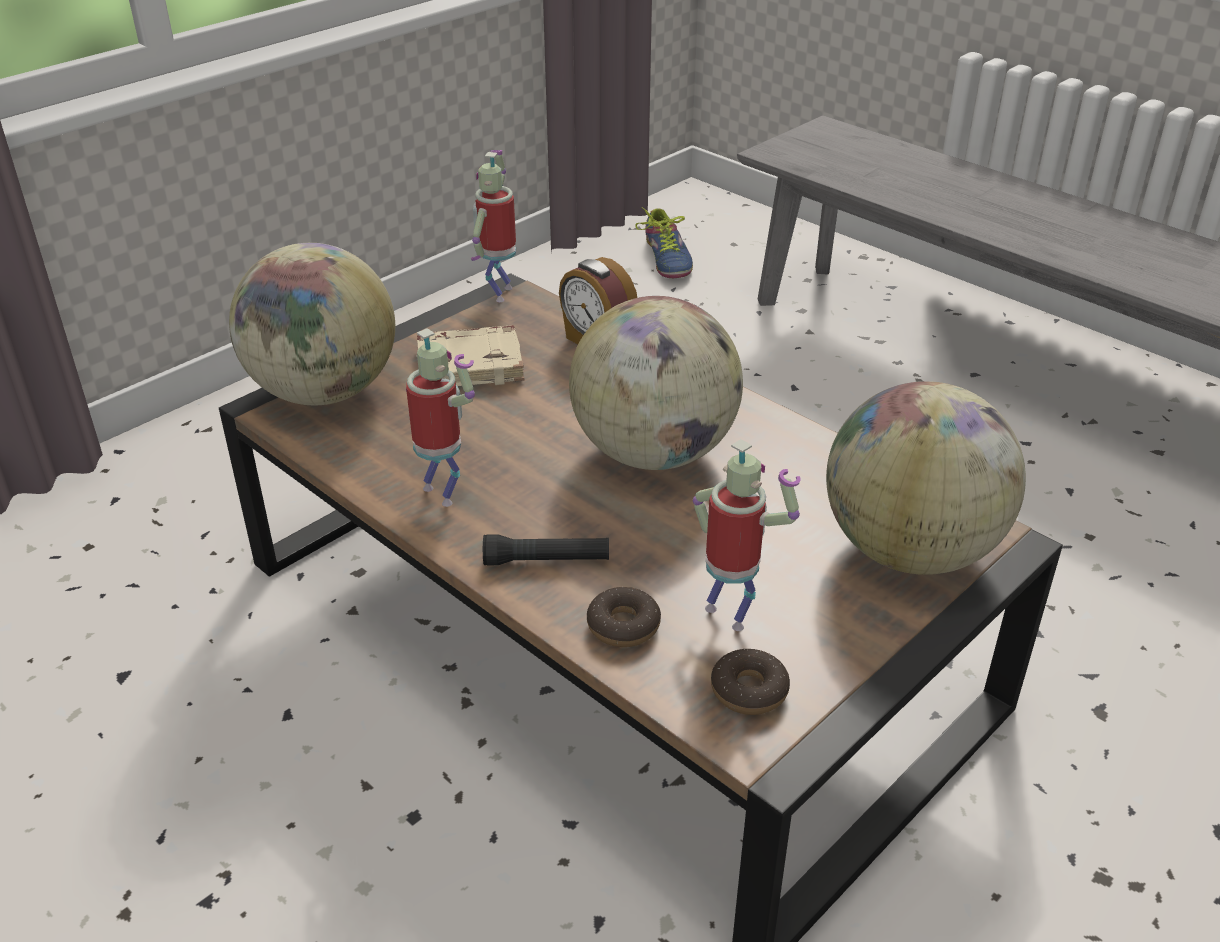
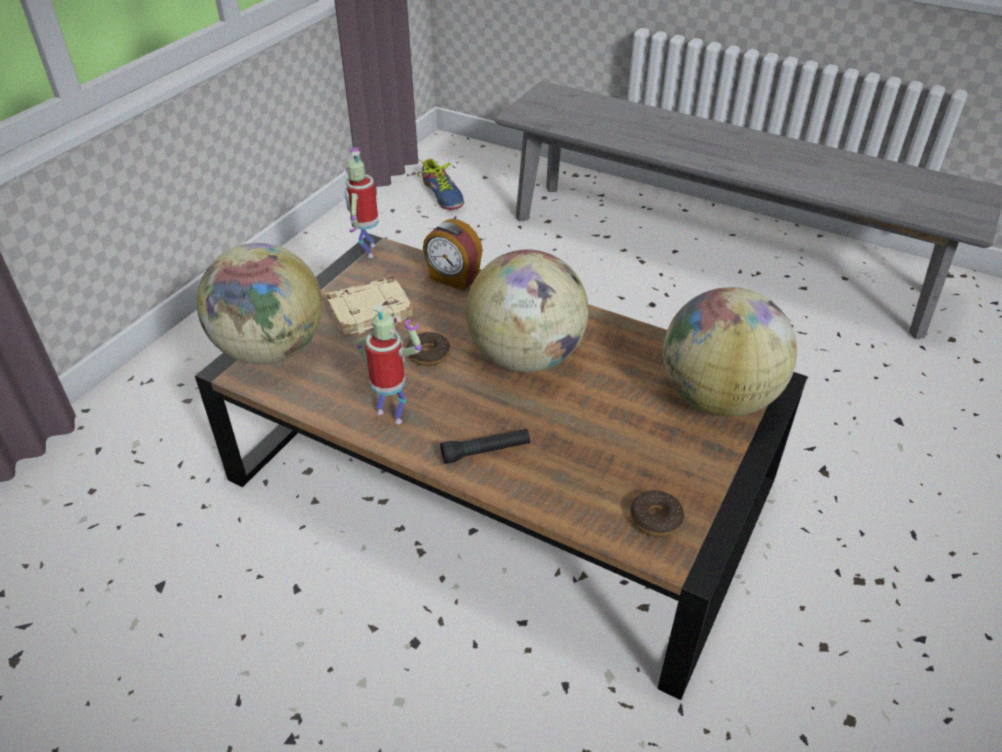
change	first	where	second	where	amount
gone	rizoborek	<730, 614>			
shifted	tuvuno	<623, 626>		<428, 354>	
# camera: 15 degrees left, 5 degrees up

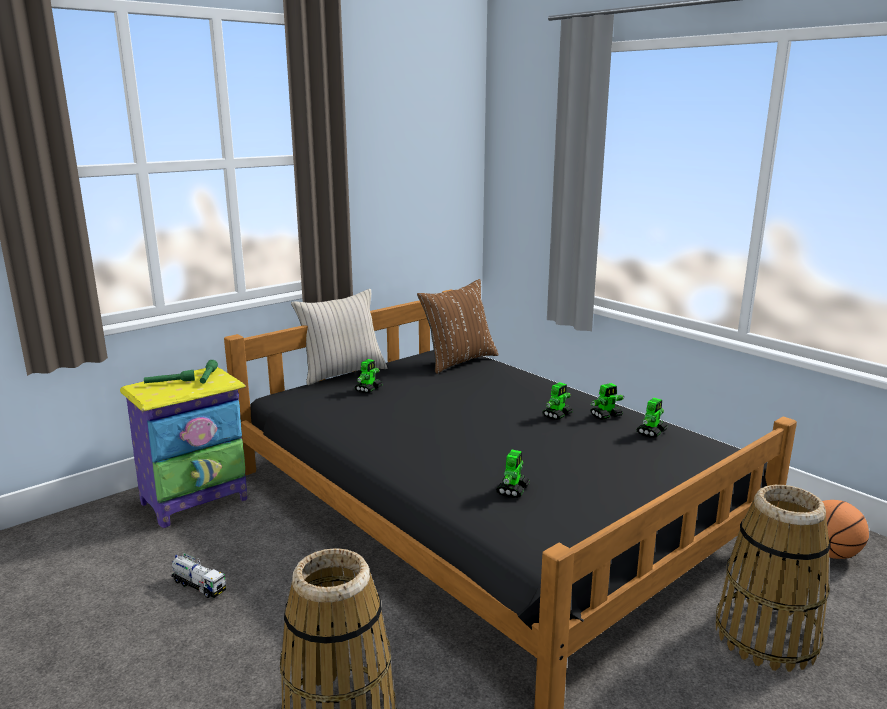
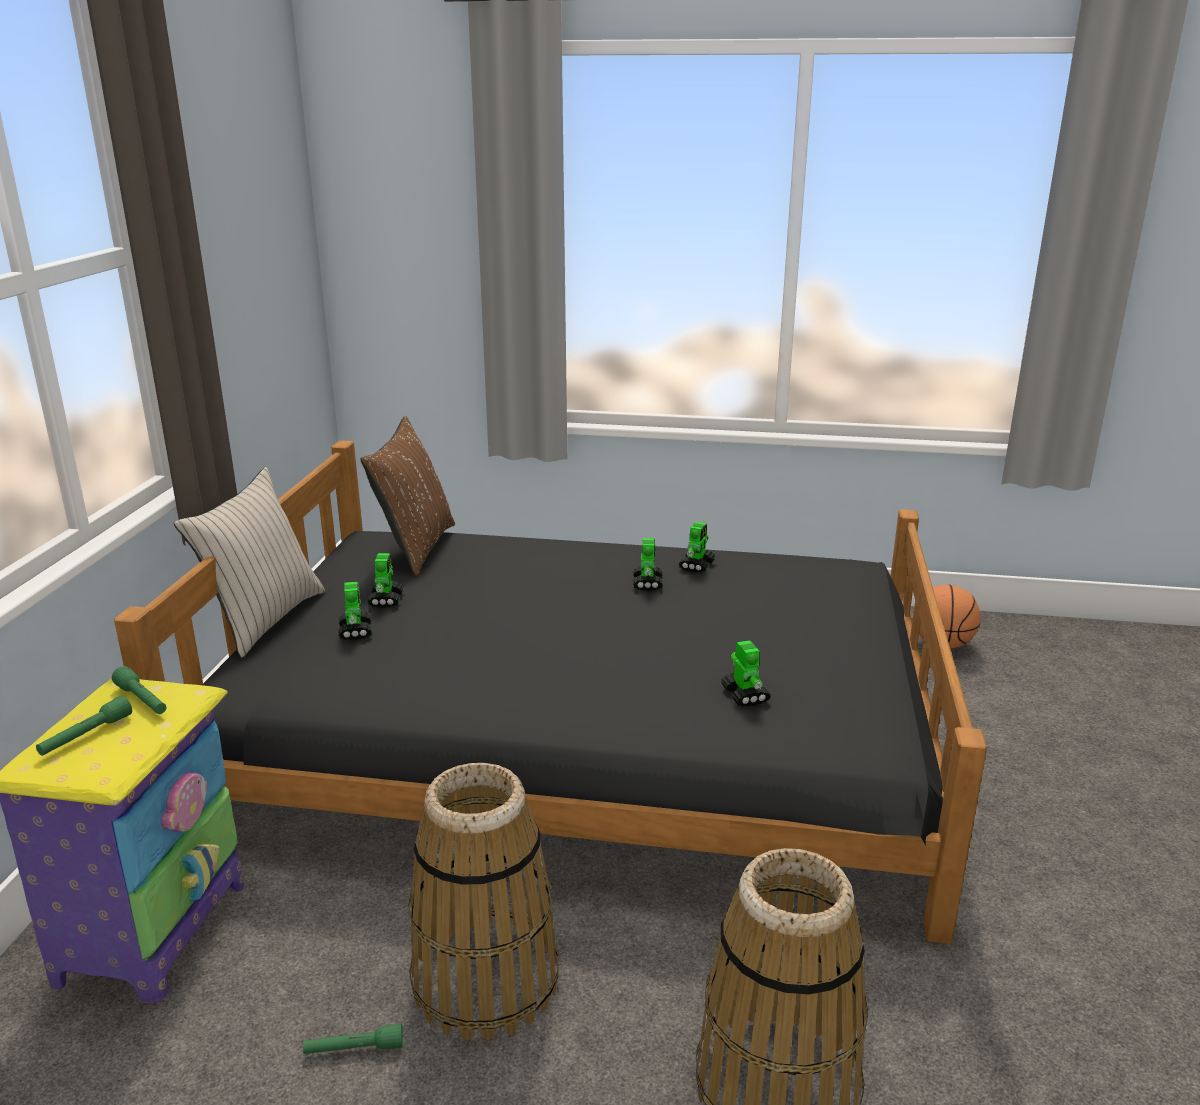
change	first	where	second	where	amount
shifted	rizoborek	<651, 432>		<386, 599>	
shifted	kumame	<766, 636>		<486, 980>	
swapped	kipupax	<199, 586>	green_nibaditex	<354, 1049>	
# camera: 40 degrees left, 5 degrees up

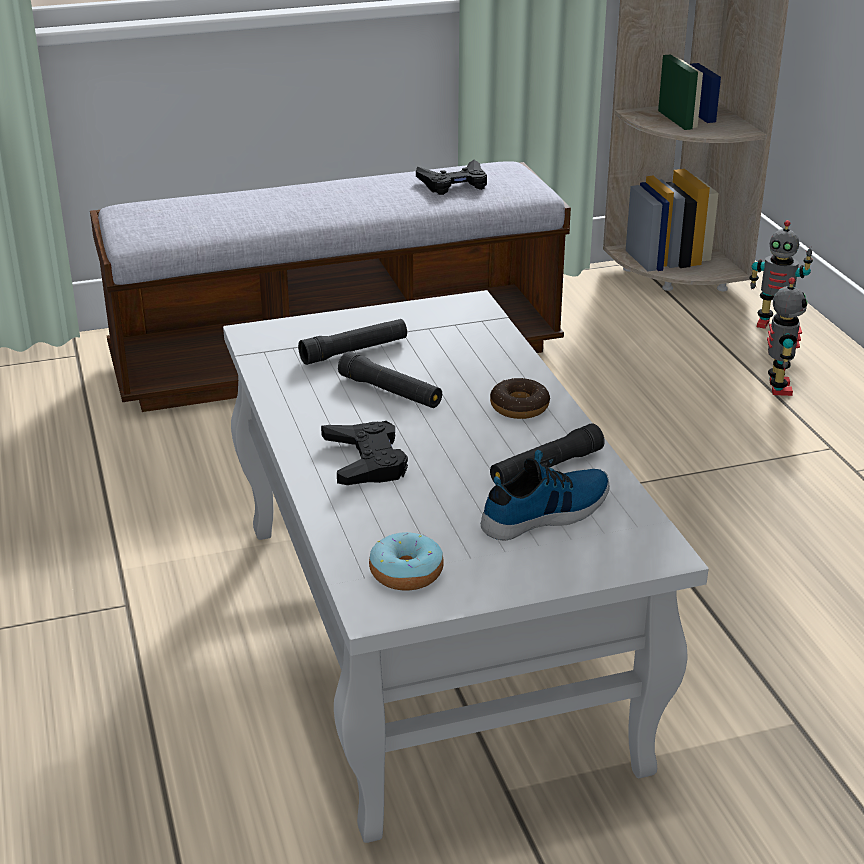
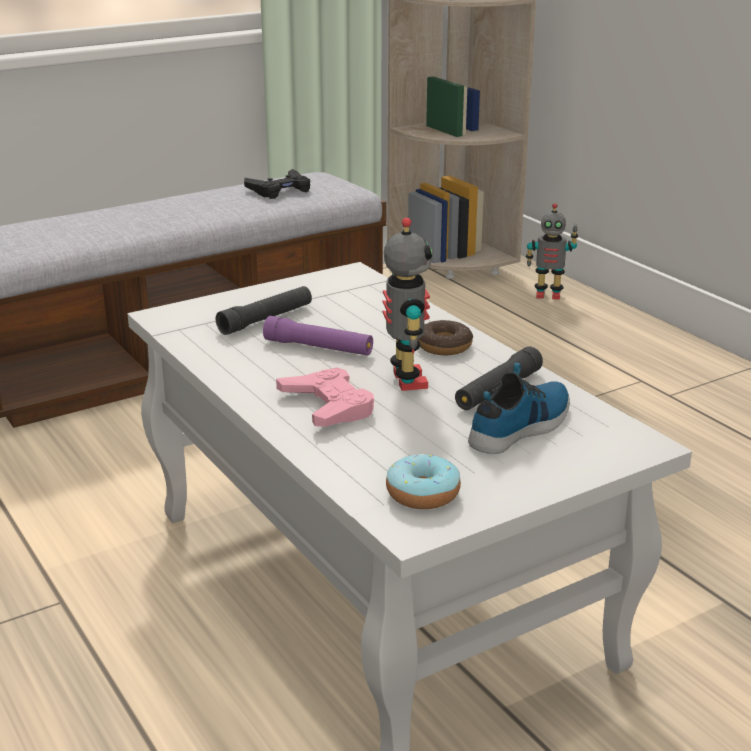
change	first	where	second	where	amount
shifted	rizoborek	<777, 388>		<406, 380>	
repainted	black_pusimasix	<365, 461>	pink_pusimasix	<328, 406>	
repainted	black_nibaditex	<390, 391>	purple_nibaditex	<318, 347>	
# camera: 15 degrees left, 5 degrees down

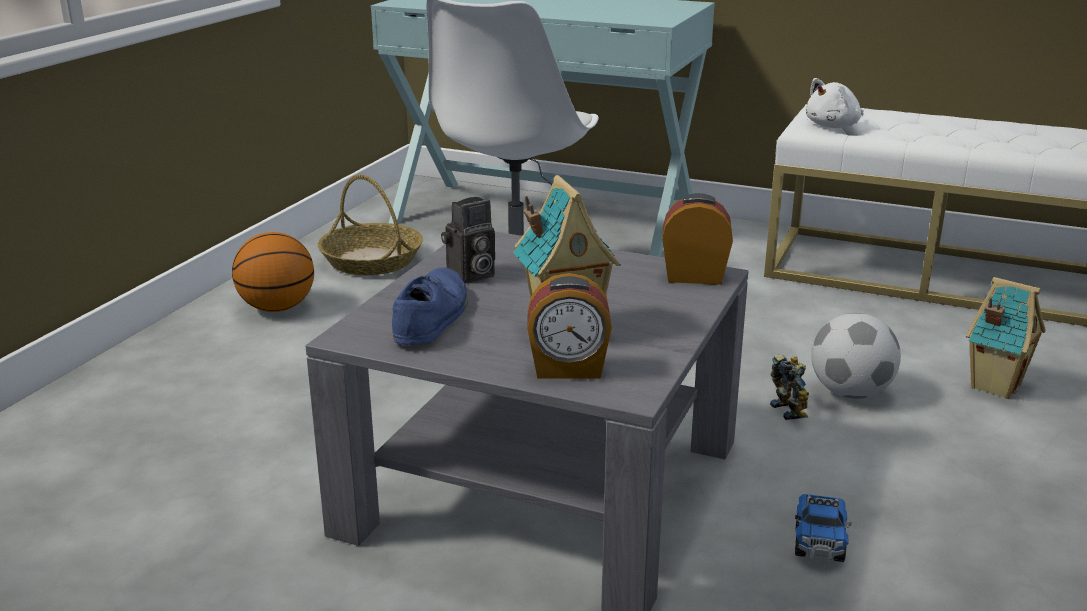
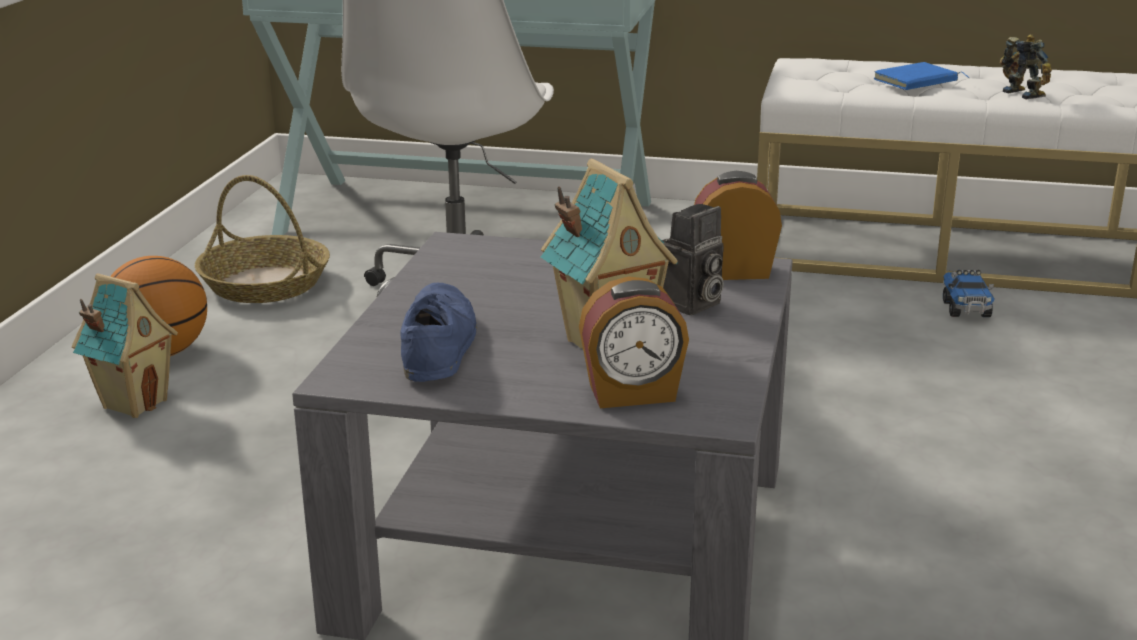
change	first	where	second	where	amount
gone	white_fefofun	<834, 126>			
gone	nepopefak	<850, 393>			
new			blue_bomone	<917, 82>	
shifted	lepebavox	<470, 276>		<690, 305>	
shifted	rizoborek	<791, 409>		<1025, 93>	
shifted	kipupax	<819, 543>		<965, 309>	
shifted	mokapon	<994, 385>		<134, 403>	
# camera: 10 degrees left, 0 degrees up

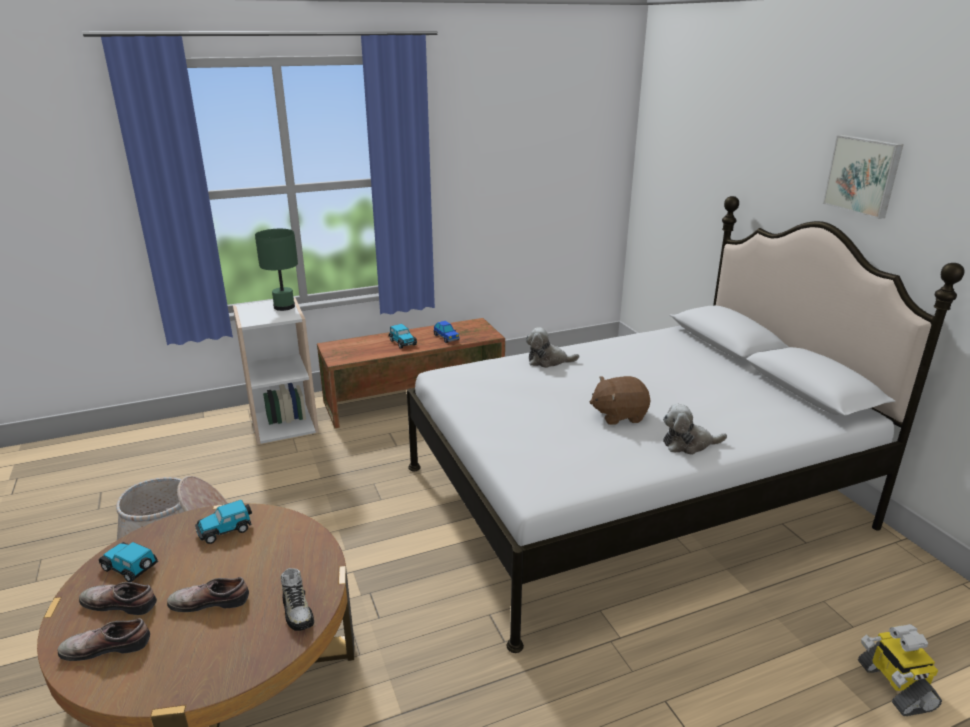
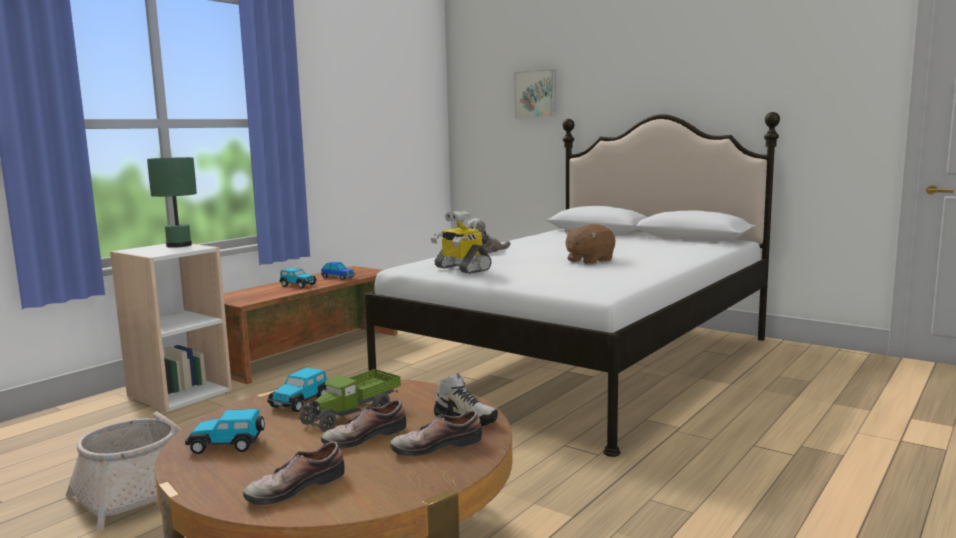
change	first	where	second	where	amount
gone	fefofun	<688, 444>			
new			kipupax	<352, 415>	
shifted	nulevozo	<121, 602>		<435, 445>	
shifted	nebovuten	<863, 175>		<536, 94>	
shifted	rizoborek	<894, 686>		<461, 269>	
# camera: 30 degrees left, 15 degrees down

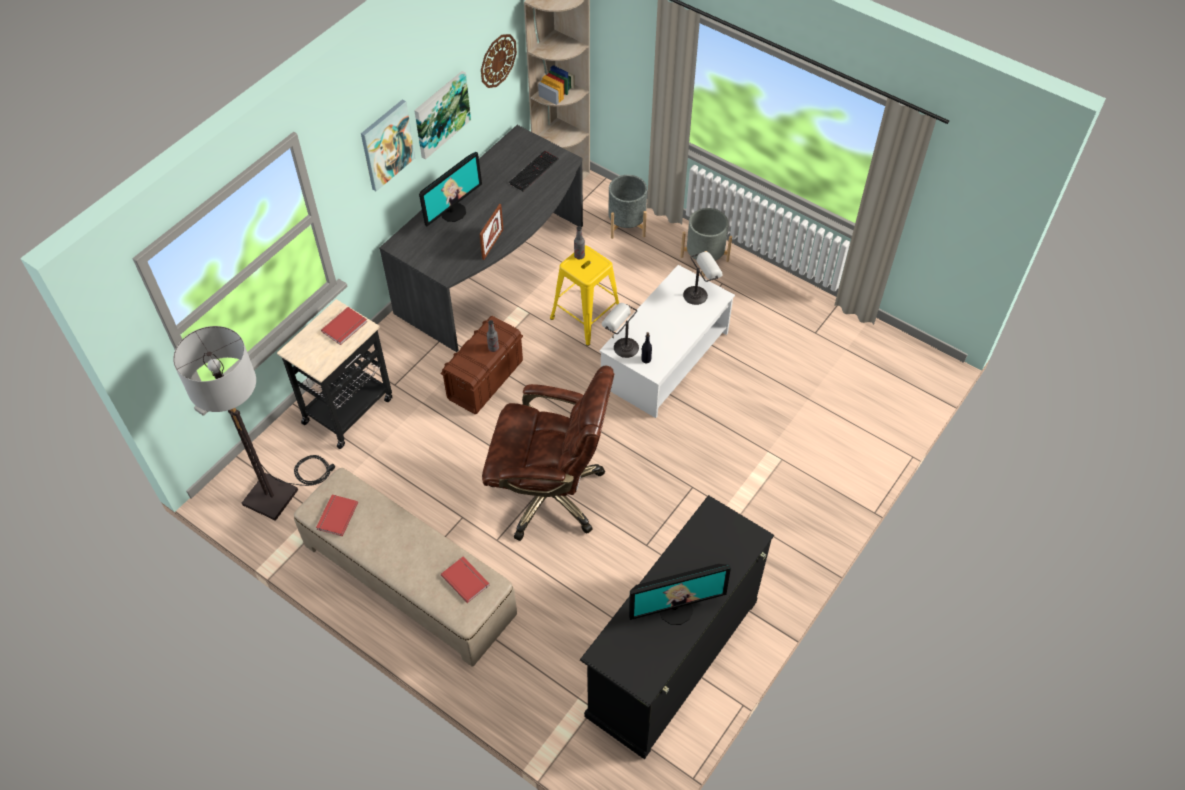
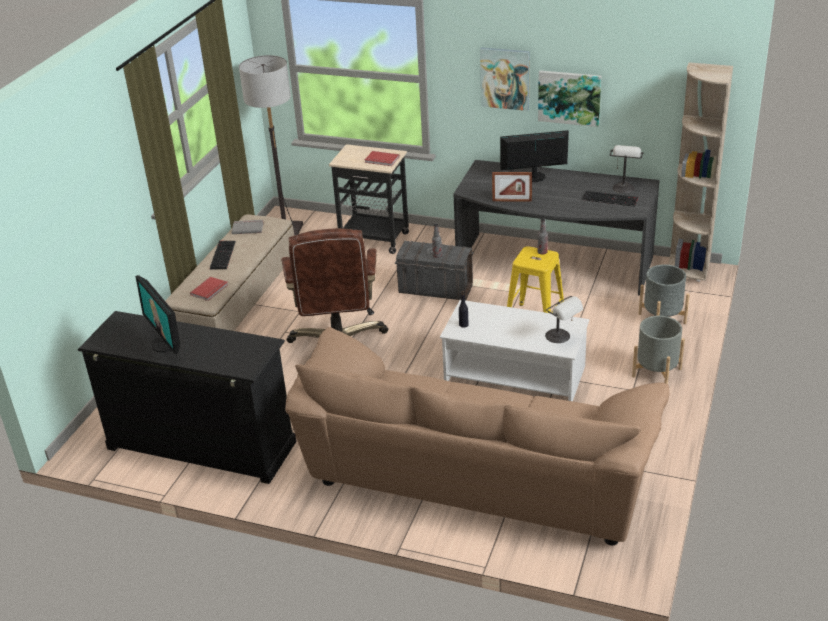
change	first	where	second	where	amount
gone	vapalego	<497, 60>			
new			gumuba	<222, 255>	
new			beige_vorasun	<475, 480>	
shifted	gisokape	<621, 345>		<623, 185>	
repainted	red_bomone	<336, 516>	grey_bomone	<247, 228>	
repainted	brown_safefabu	<484, 380>	grey_safefabu	<435, 289>	
rotated	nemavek	<453, 212>		<534, 177>	150 degrees clockwise
# camera: 75 degrees right, 20 degrees down

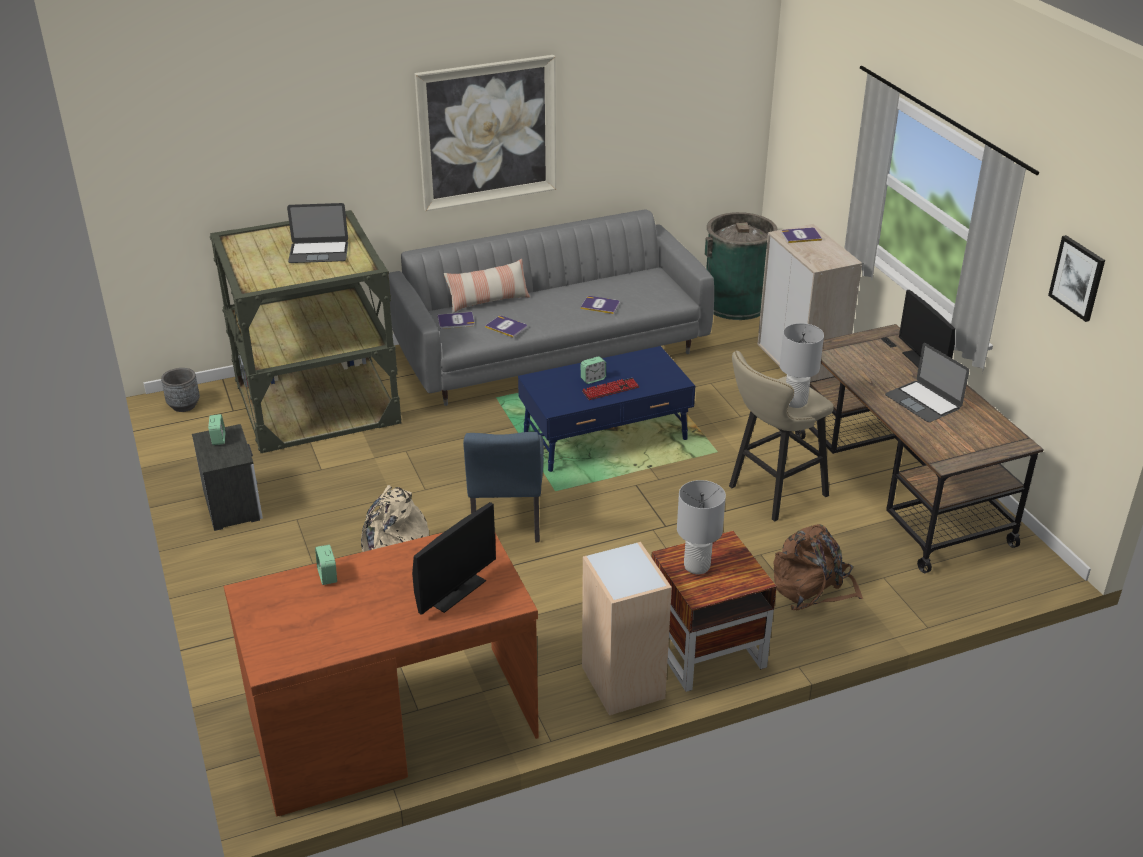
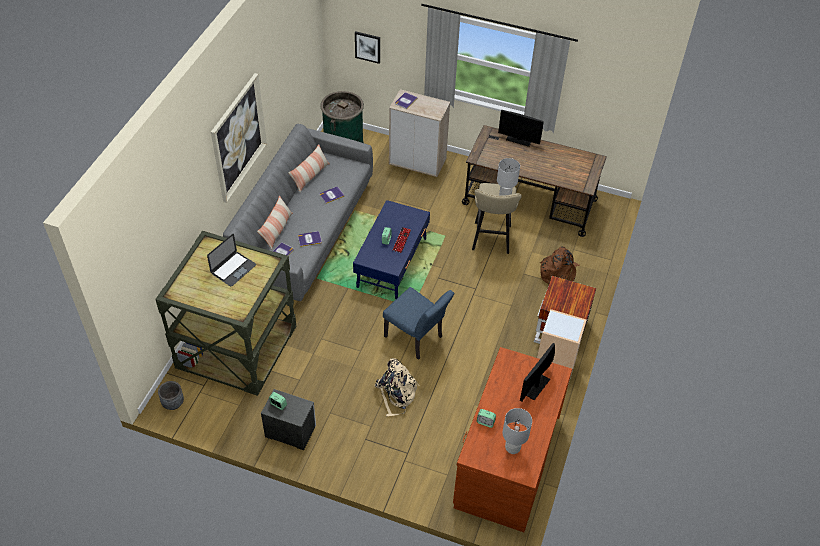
change	first	where	second	where	amount
gone	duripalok	<923, 401>			
new			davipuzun	<310, 176>	
shifted	grey_gisokape	<696, 568>		<512, 448>	
shifted	nebovuten	<1077, 278>		<367, 47>	
rotated	nemavek	<455, 590>		<536, 386>	135 degrees counterclockwise
# camera: 50 degrees left, 15 degrees up

